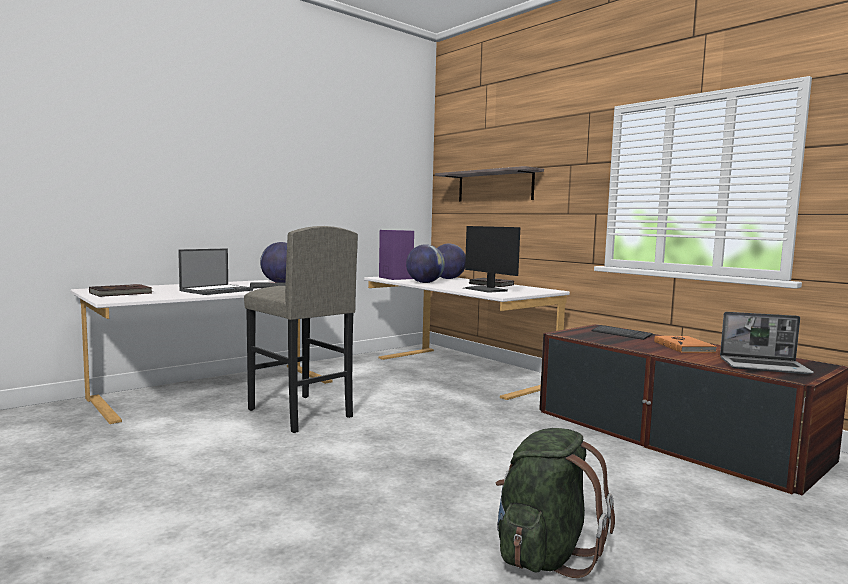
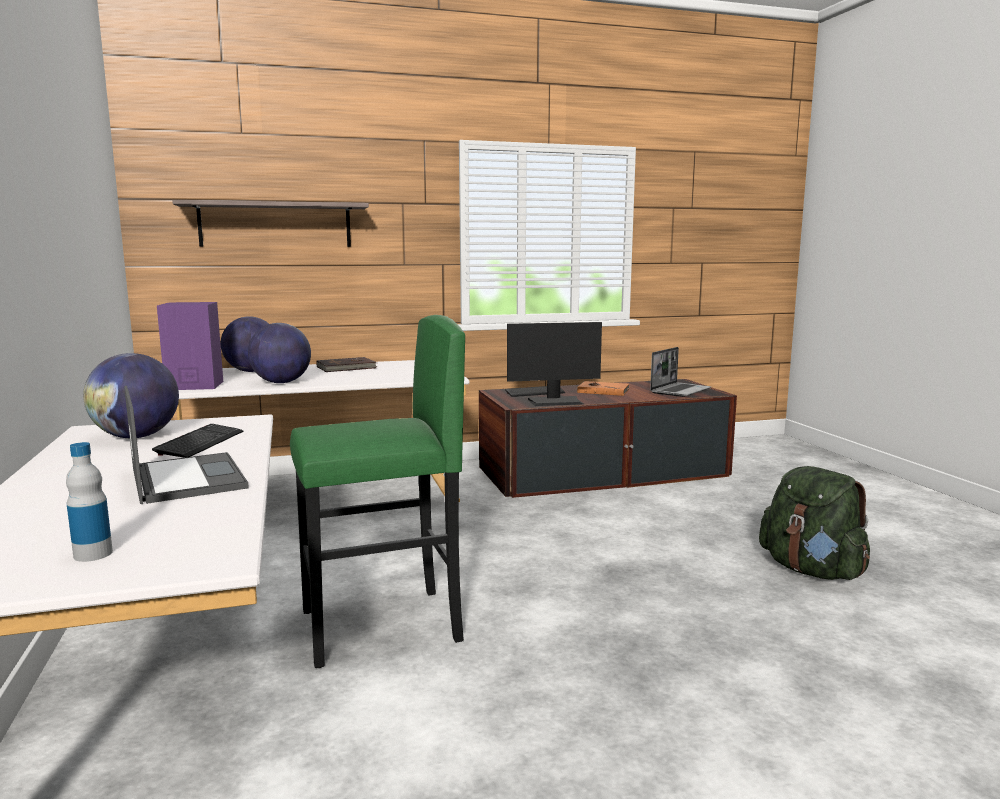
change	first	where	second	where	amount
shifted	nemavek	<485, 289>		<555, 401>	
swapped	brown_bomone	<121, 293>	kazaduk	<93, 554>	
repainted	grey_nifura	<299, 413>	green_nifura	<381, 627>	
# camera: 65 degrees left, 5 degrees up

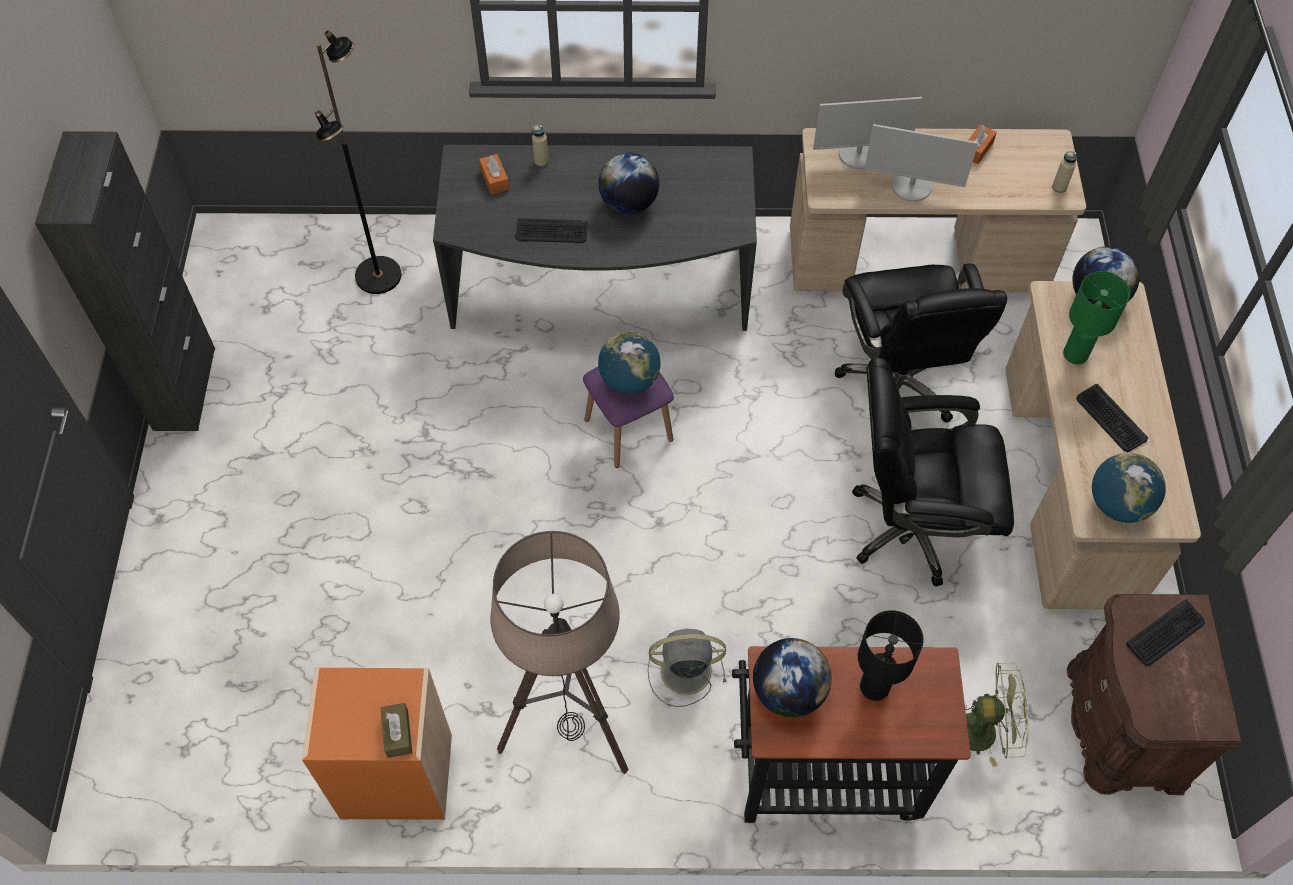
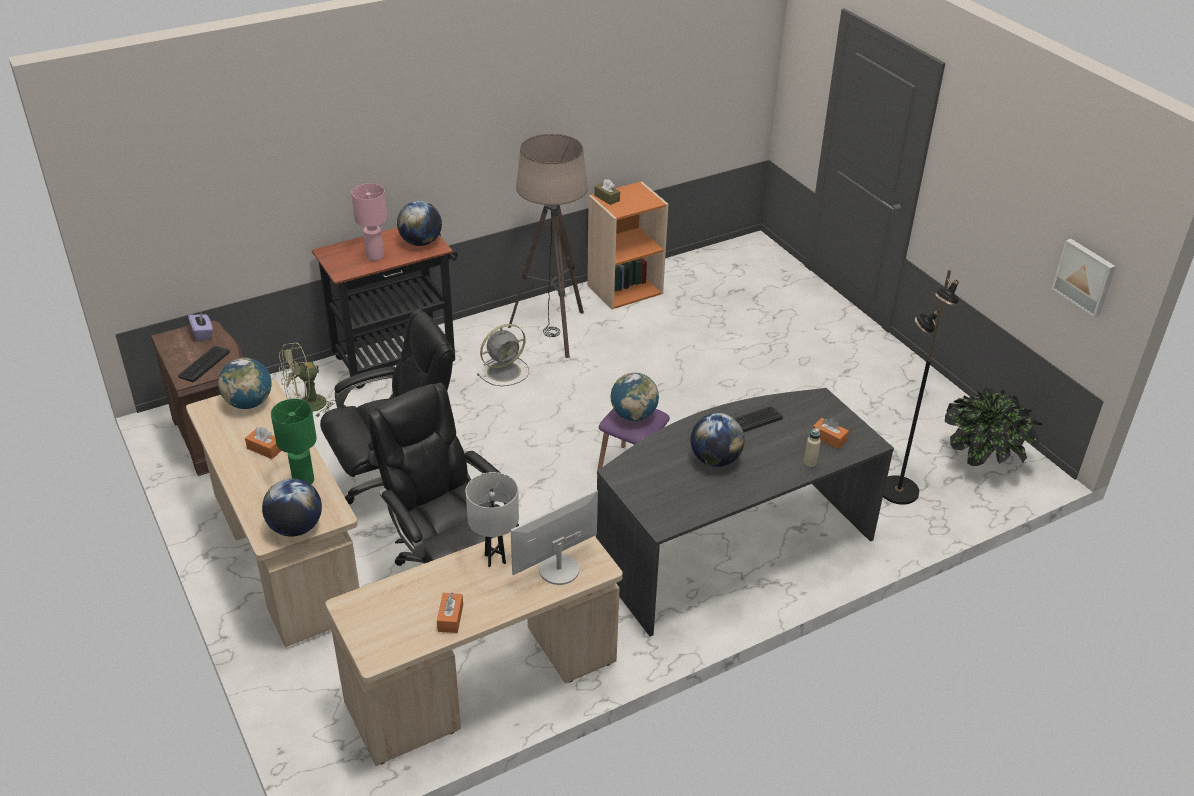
change	first	where	second	where	amount
gone	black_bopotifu	<184, 389>			
gone	beige_kazaduk	<1059, 187>			
new			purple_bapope	<203, 333>	
new			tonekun	<983, 460>	
new			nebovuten	<1085, 276>	
swapped	nemavek	<911, 186>	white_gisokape	<495, 559>	
swapped	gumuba	<1110, 419>	orange_bapope	<265, 449>	
repainted	black_gisokape	<875, 688>	pink_gisokape	<374, 256>	
# camera: 150 degrees right, 20 degrees down

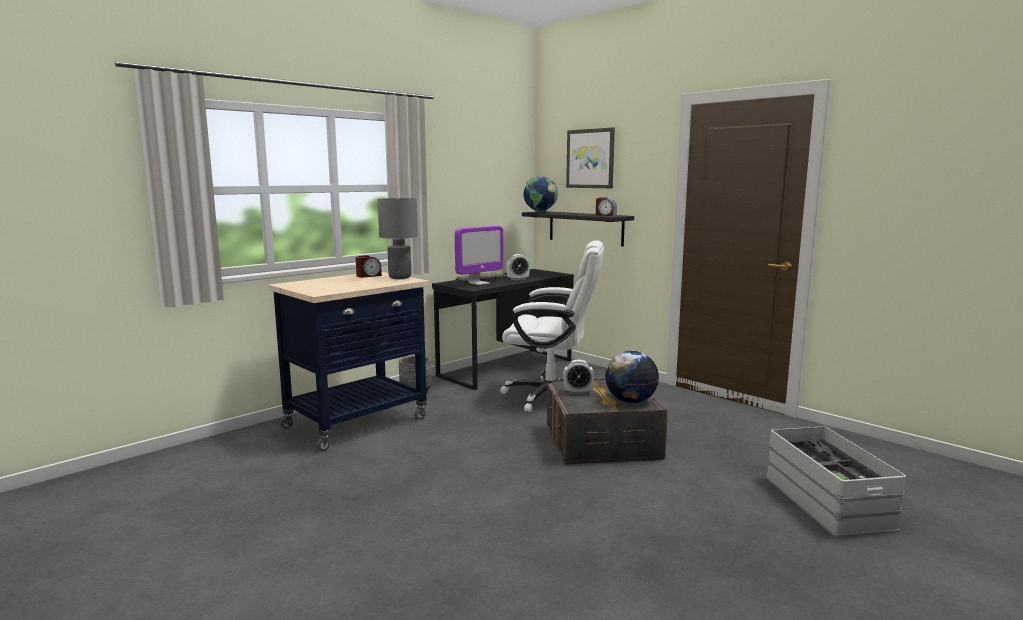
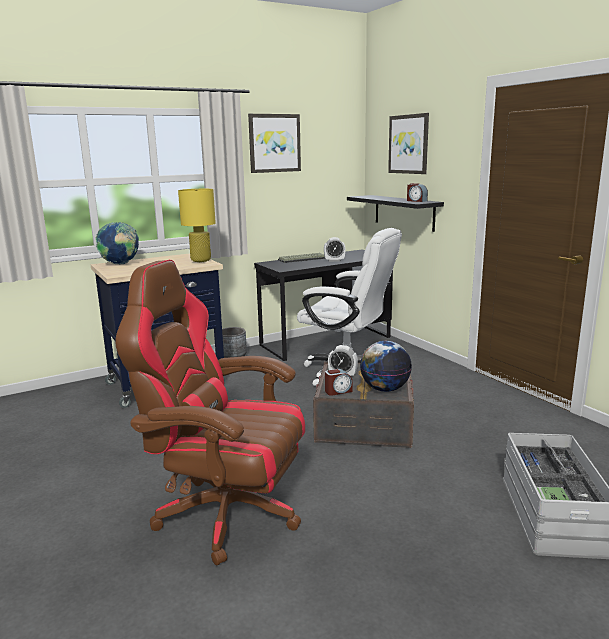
change	first	where	second	where	amount
gone	nemavek	<479, 283>			
new			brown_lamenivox	<228, 513>	
new			nebovuten	<274, 143>	
shifted	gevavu	<368, 276>		<338, 391>	
shifted	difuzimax	<540, 212>		<120, 264>	
repainted	grey_gisokape	<400, 278>	yellow_gisokape	<201, 261>	
# camera: 15 degrees right, 5 degrees up

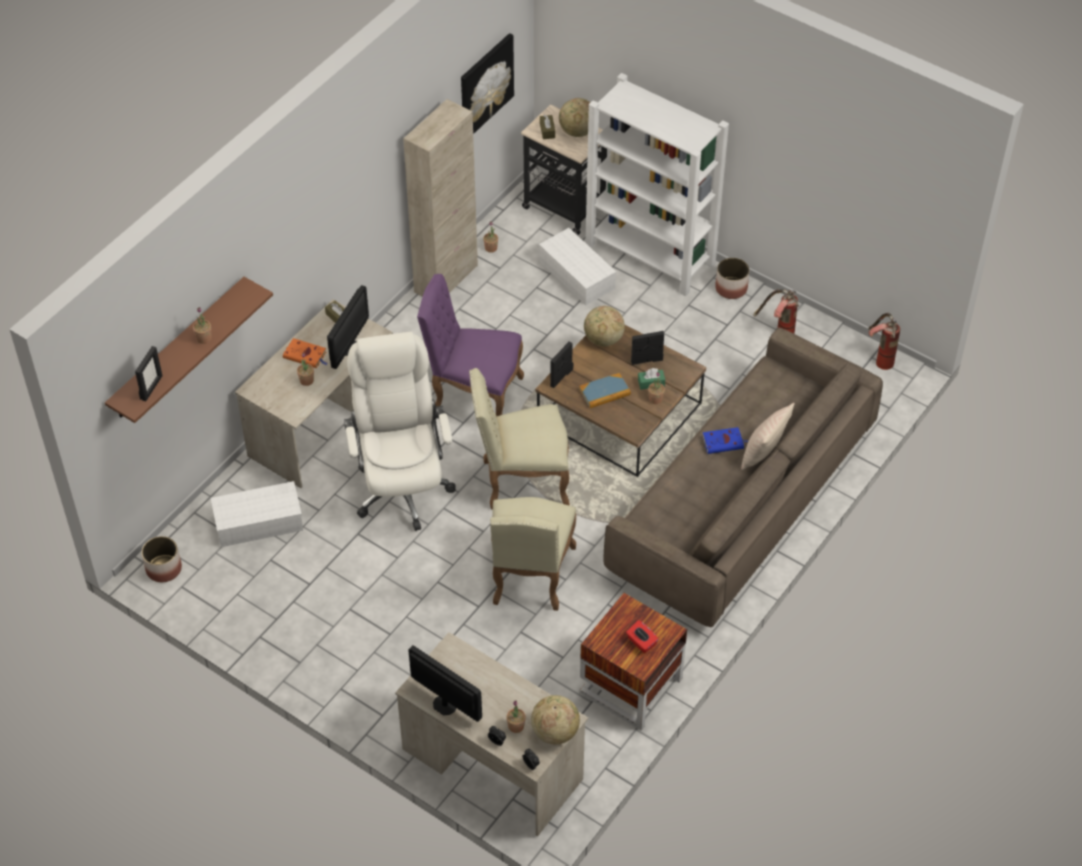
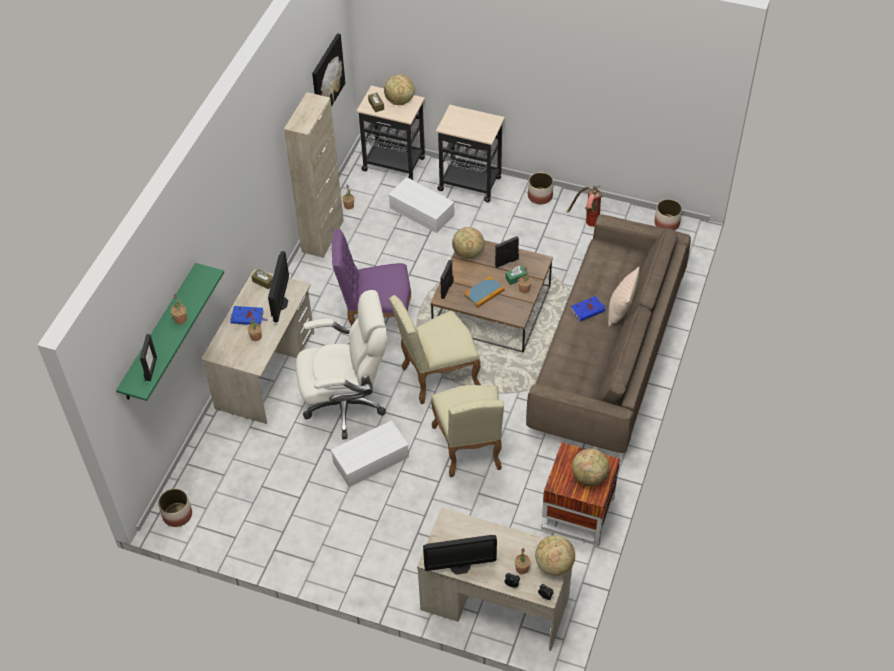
change	first	where	second	where	amount
shifted	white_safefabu	<257, 523>		<370, 461>	
swapped	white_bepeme	<650, 254>	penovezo	<471, 184>	
swapped	red_bapope	<641, 642>	difuzimax	<589, 477>	
swapped	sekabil	<879, 358>	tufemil	<667, 223>	
repainted	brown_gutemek	<178, 349>	green_gutemek	<159, 333>	
repainted	orange_bomone	<306, 355>	blue_bomone	<248, 317>	
rotated	white_lamenivox	<402, 489>		<346, 405>	105 degrees clockwise
rotated	nemavek	<445, 705>		<460, 566>	150 degrees clockwise
# camera: 15 degrees left, 0 degrees up

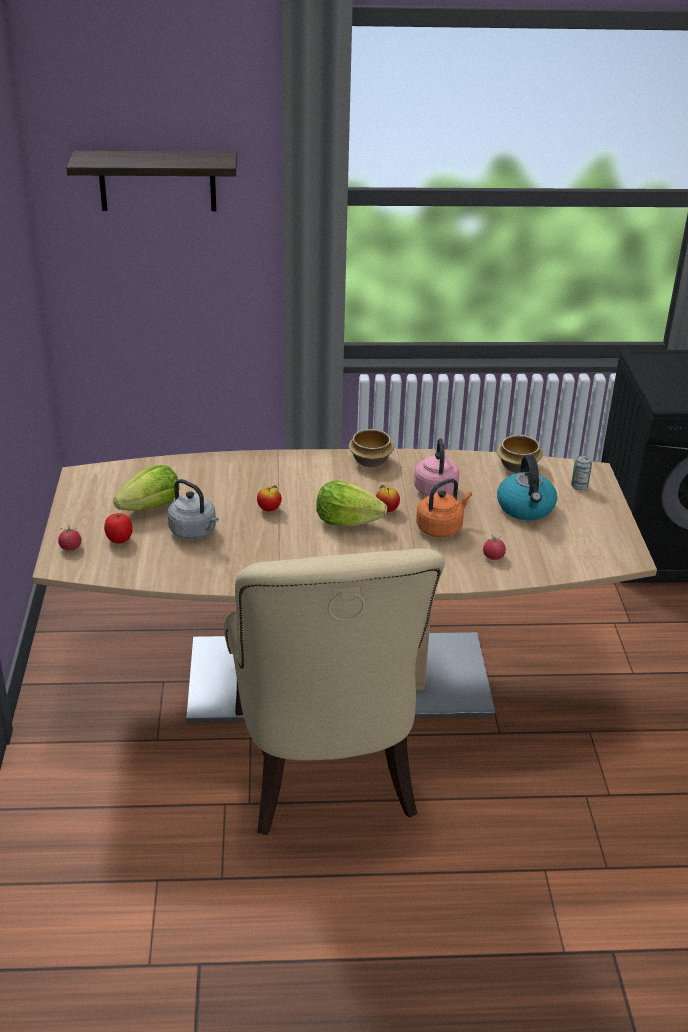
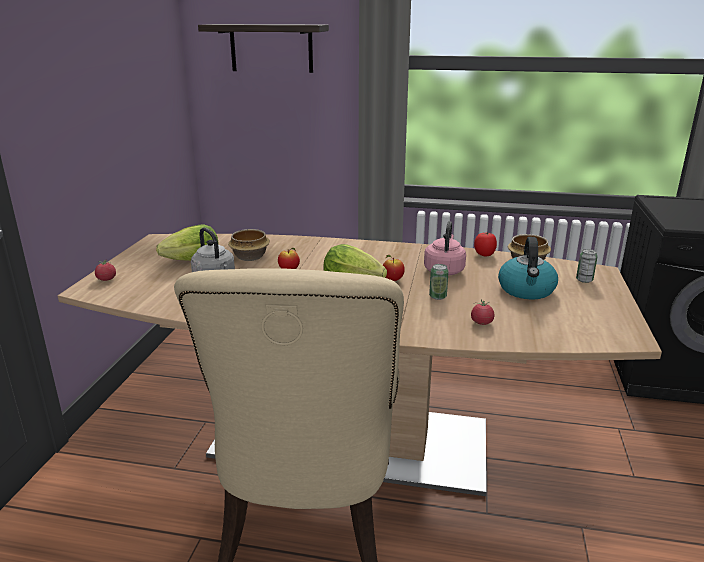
change	first	where	second	where	amount
shifted	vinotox	<119, 539>		<484, 255>	
shifted	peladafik	<371, 460>		<251, 257>	
swapped	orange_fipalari	<441, 528>	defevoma	<437, 297>	
# camera: 15 degrees right, 10 degrees down

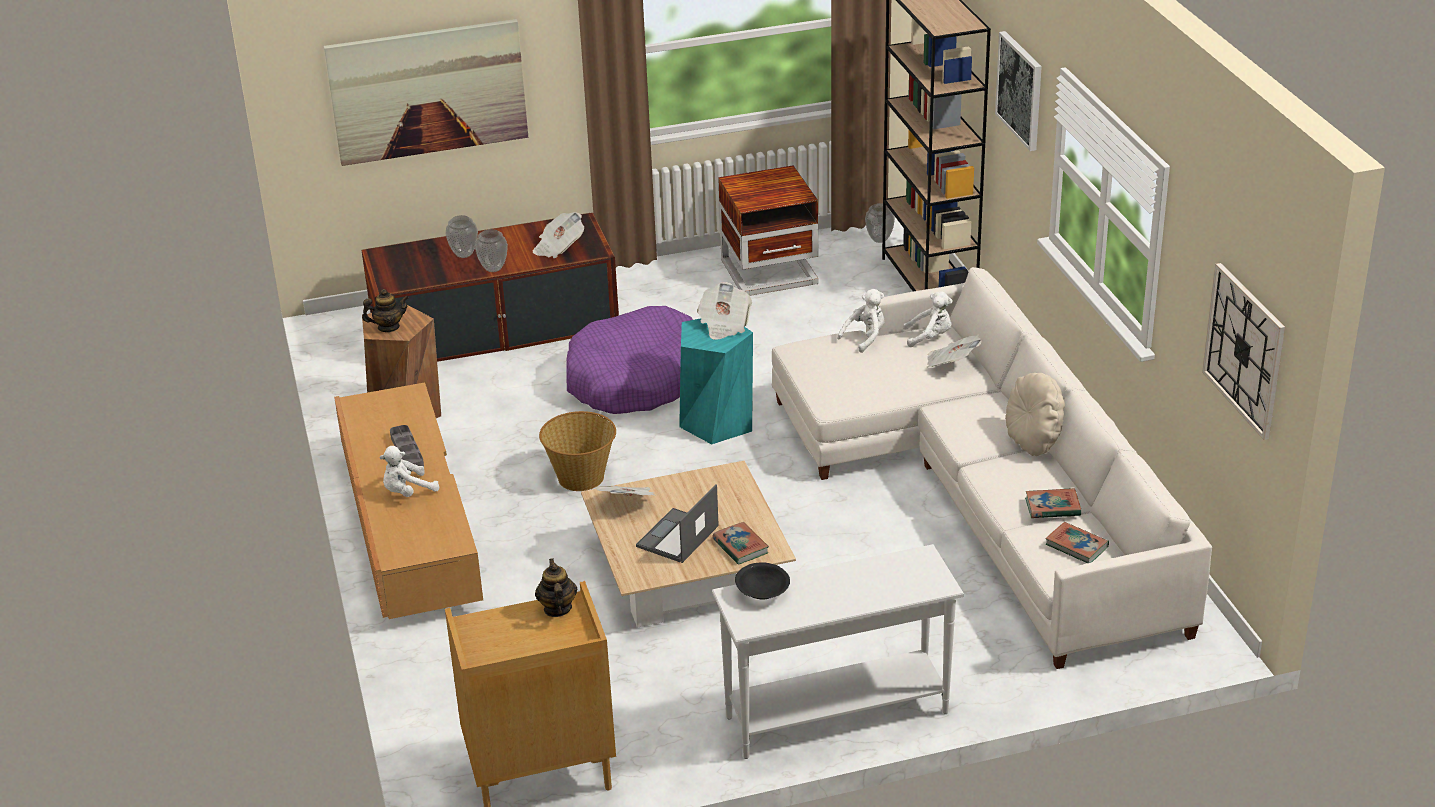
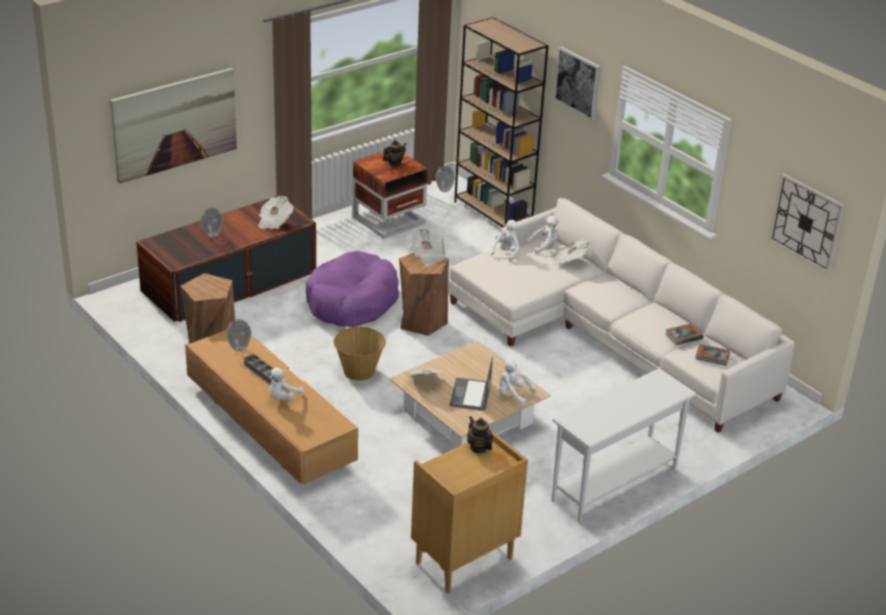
change	first	where	second	where	amount
gone	black_peladafik	<762, 592>			
gone	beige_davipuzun	<1033, 443>			
shifted	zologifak	<388, 327>		<394, 163>	
shifted	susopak	<493, 269>		<239, 349>	
swapped	bomone	<740, 546>	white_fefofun	<513, 394>	
repainted	turquoise_nifura	<717, 422>	brown_nifura	<422, 321>	
# camera: 25 degrees left, 0 degrees up

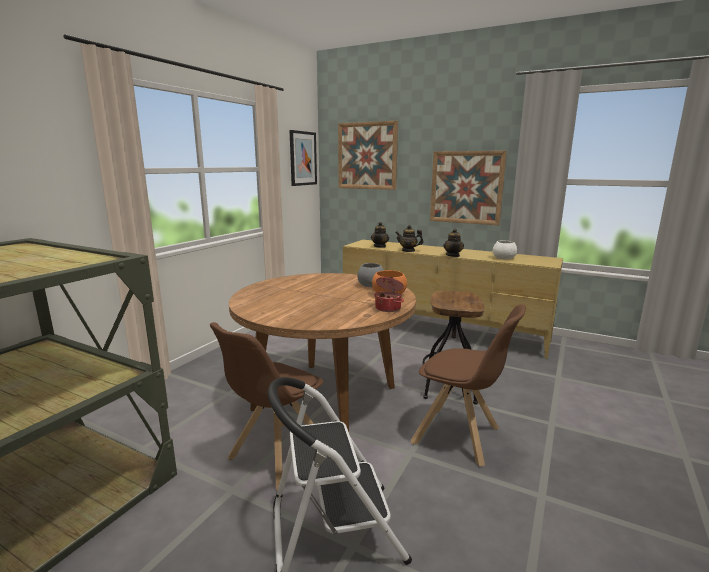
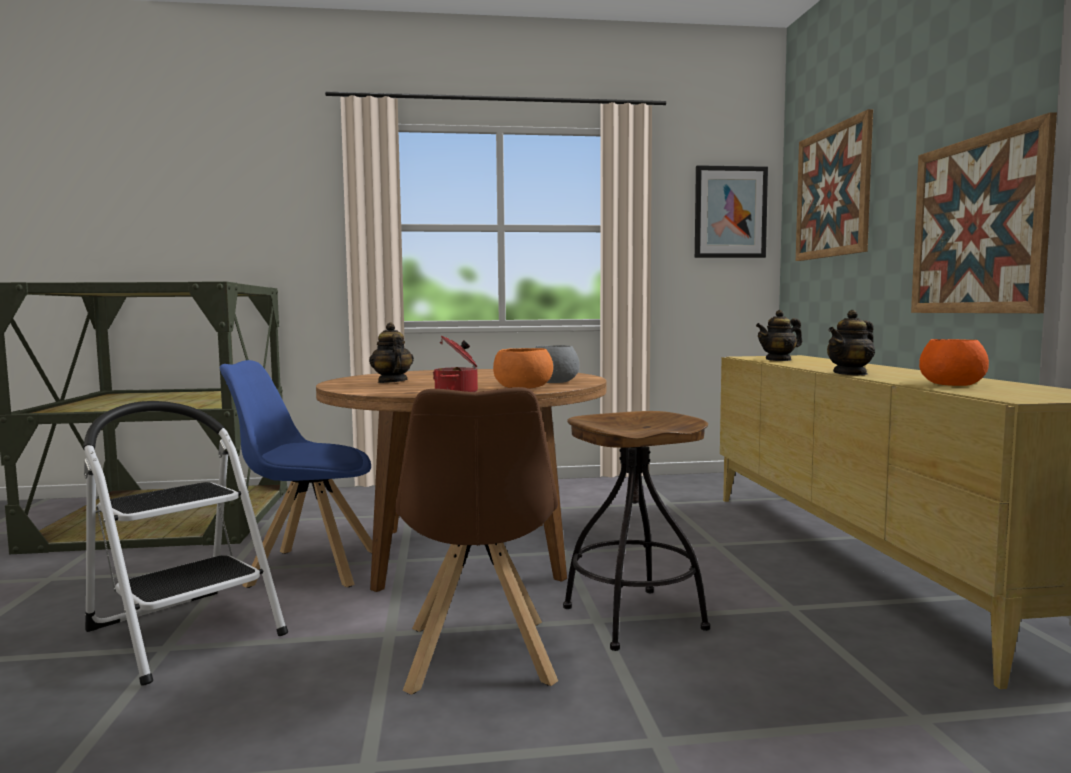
change	first	where	second	where	amount
shifted	zologifak	<408, 250>		<392, 381>	
repainted	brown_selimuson	<276, 456>	blue_selimuson	<307, 568>	
repainted	white_peladafik	<504, 258>	orange_peladafik	<952, 384>	
# camera: 55 degrees right, 10 degrees down

